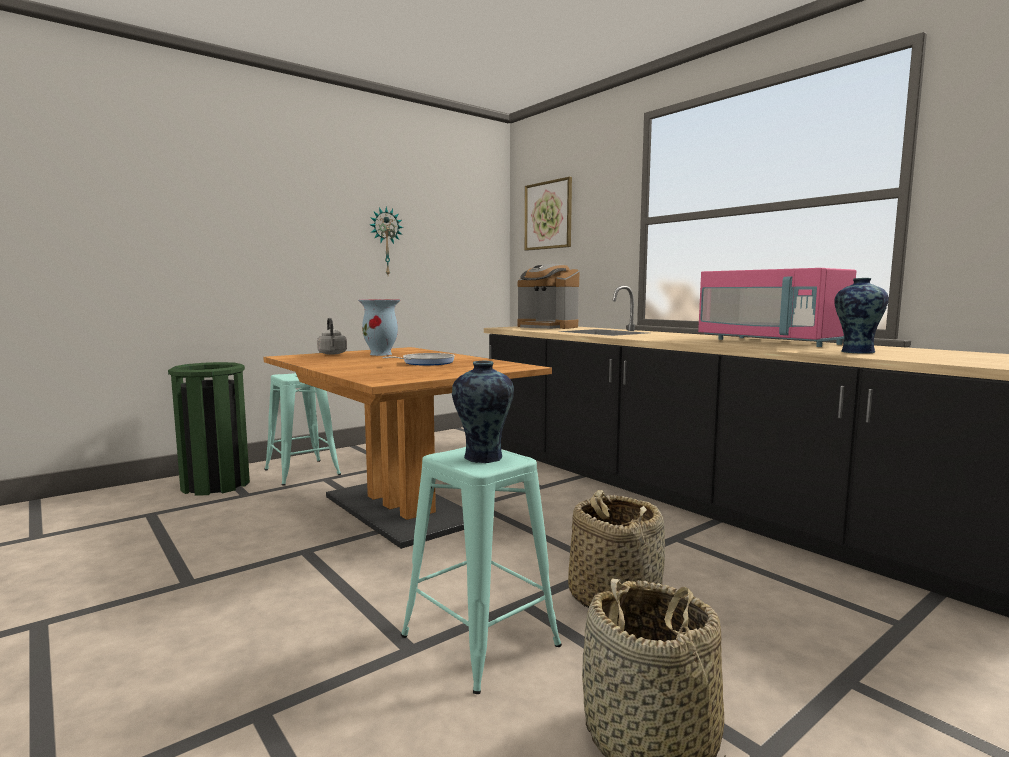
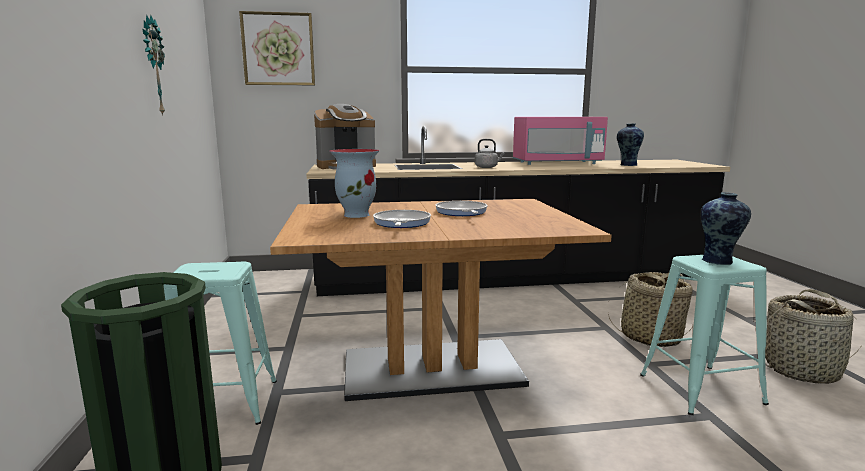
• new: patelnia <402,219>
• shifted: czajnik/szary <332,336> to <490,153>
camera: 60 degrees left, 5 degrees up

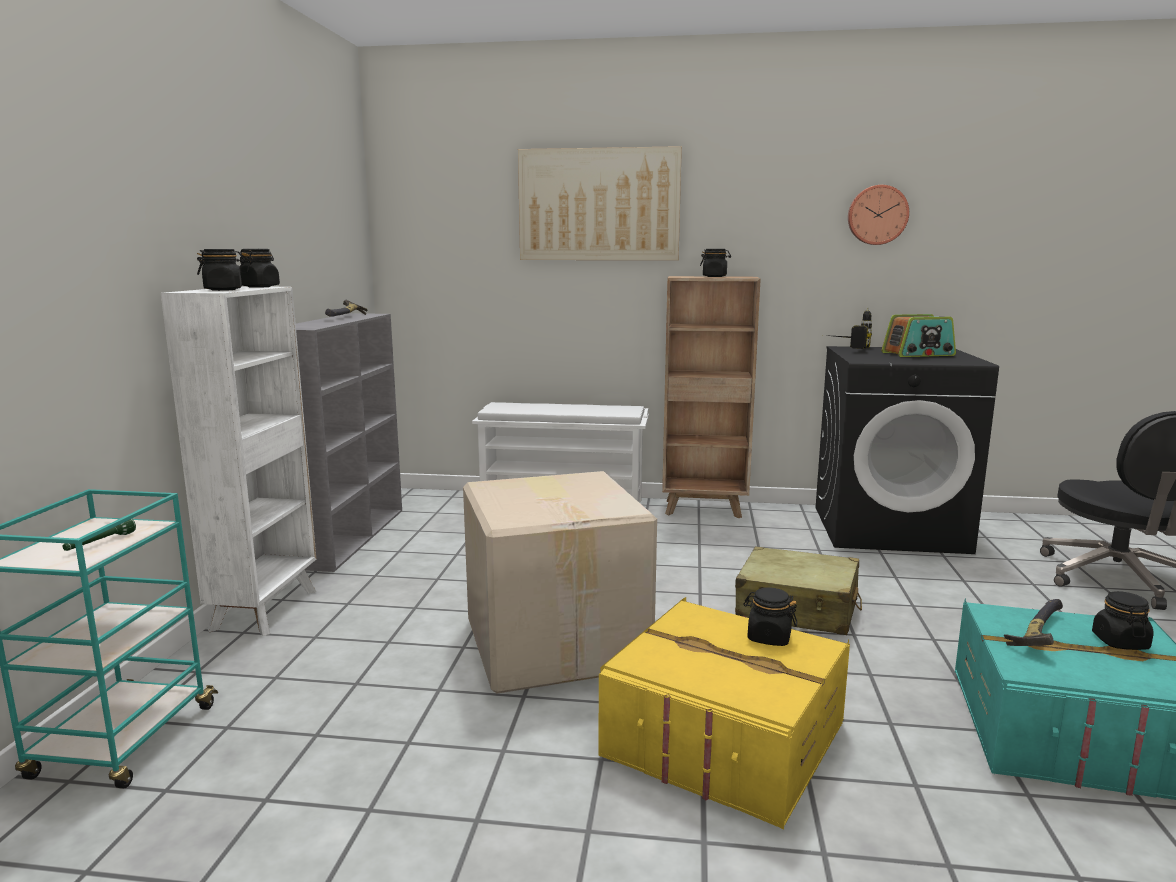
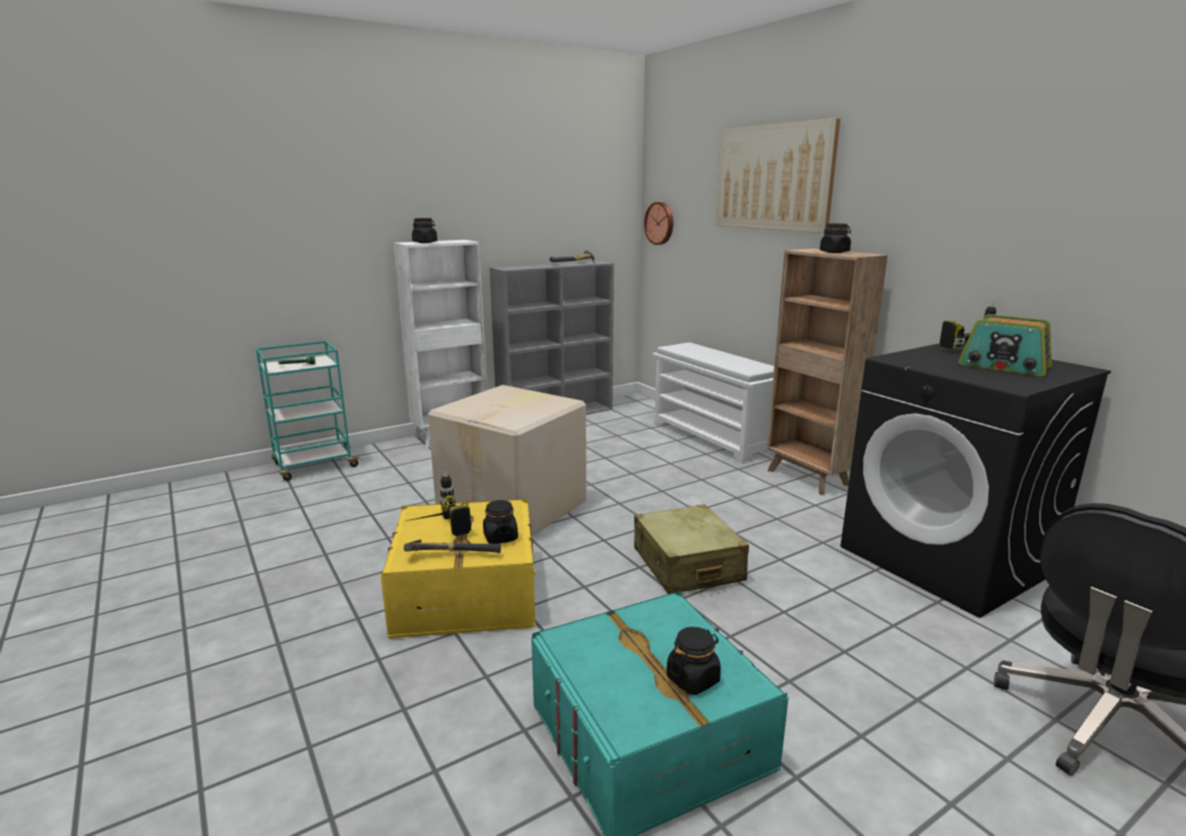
• shifted: młotek <1033,622> to <452,546>
• new: wiertarka <439,503>
• shifted: zegar ścienny <878,215> to <658,223>
• gone: słoik/czarny <259,268>
camera: 50 degrees right, 5 degrees up

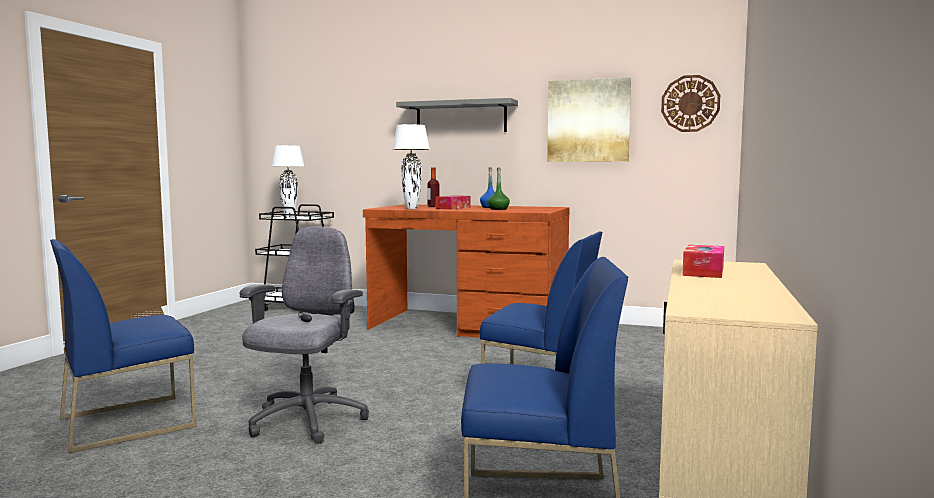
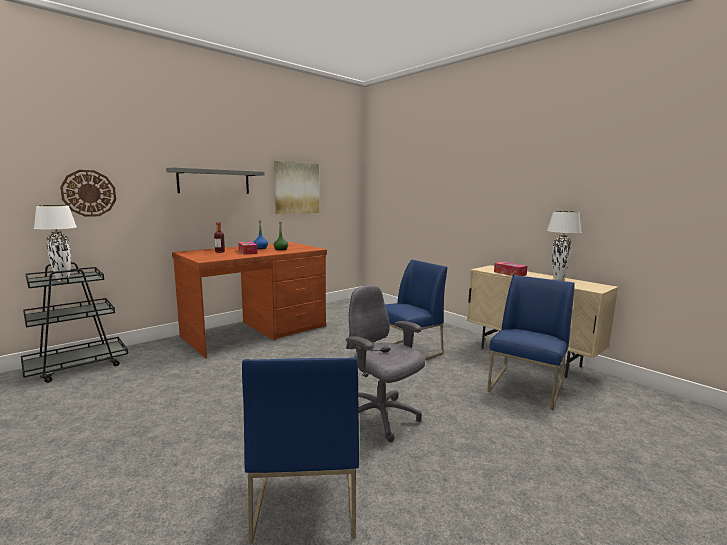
• shifted: zegar ścienny <690,103> to <88,193>
• shifted: lampa stołowa/biały <411,166> to <564,245>
camera: 60 degrees left, 5 degrees up

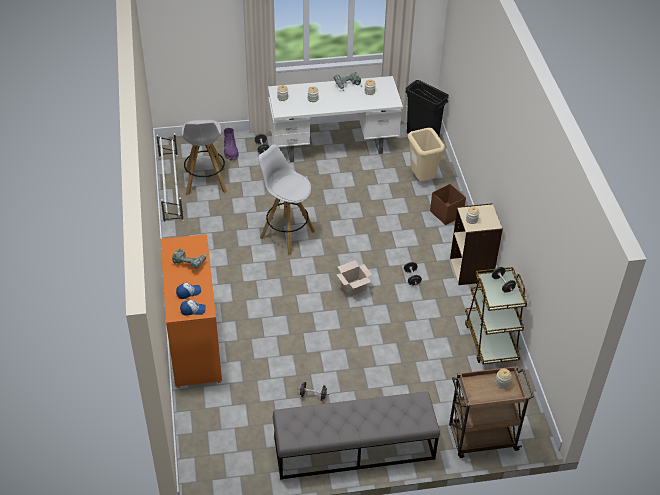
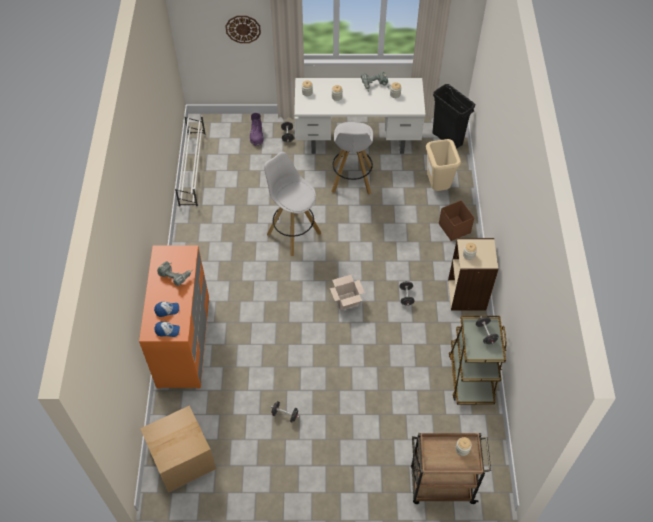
• new: karton <178,449>
• new: zegar ścienny <243,29>
• shifted: stołek/biały <204,157> to <352,158>
• gone: ławka/szary <356,435>
camera: 10 degrees right, 10 degrees up

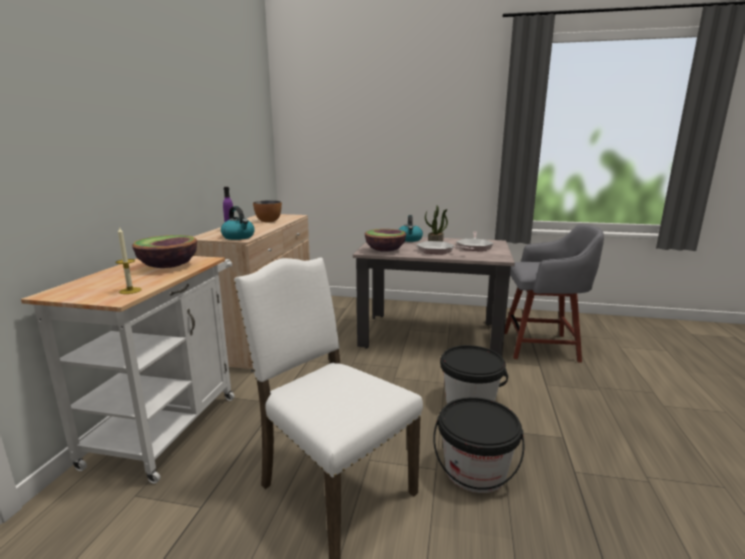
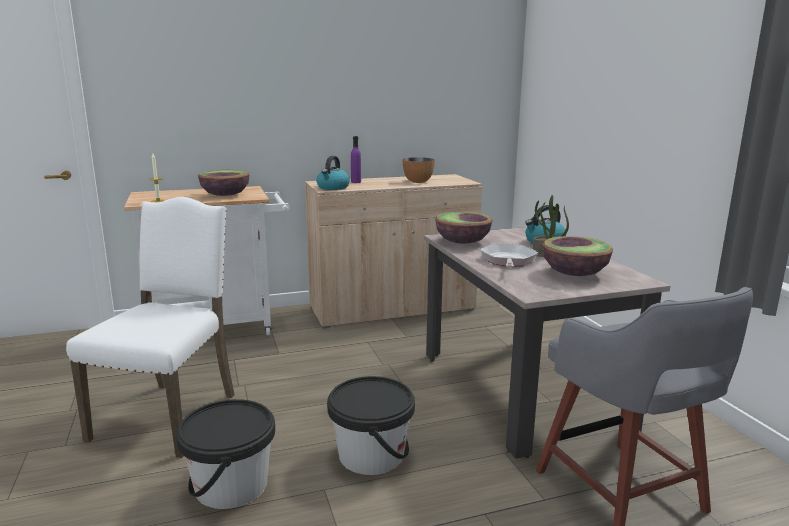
• swapped: patelnia <475,241> to miska <577,256>
camera: 60 degrees right, 0 degrees up

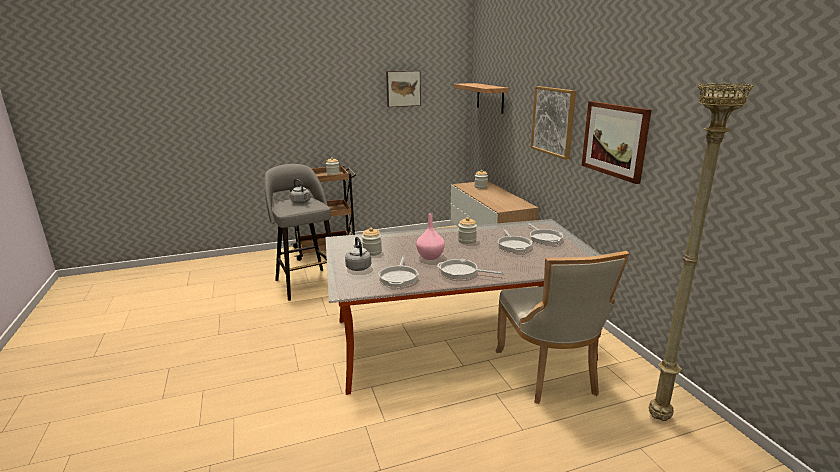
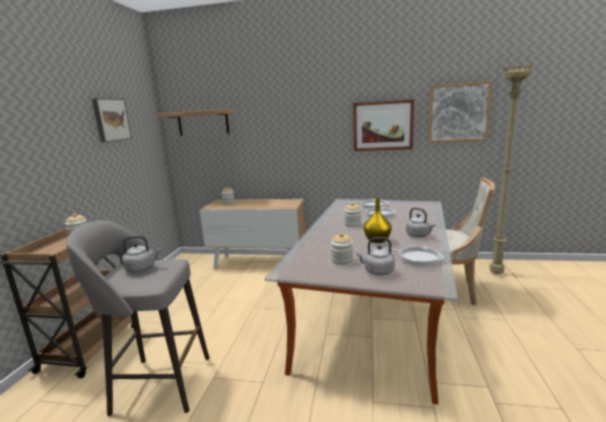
• repainted: wazon/różowy <430,236> to wazon/żółty <378,220>
• swapped: patelnia <471,269> to czajnik/szary <420,223>
• shifted: obraz <553,123> to <460,111>
camera: 60 degrees left, 5 degrees down

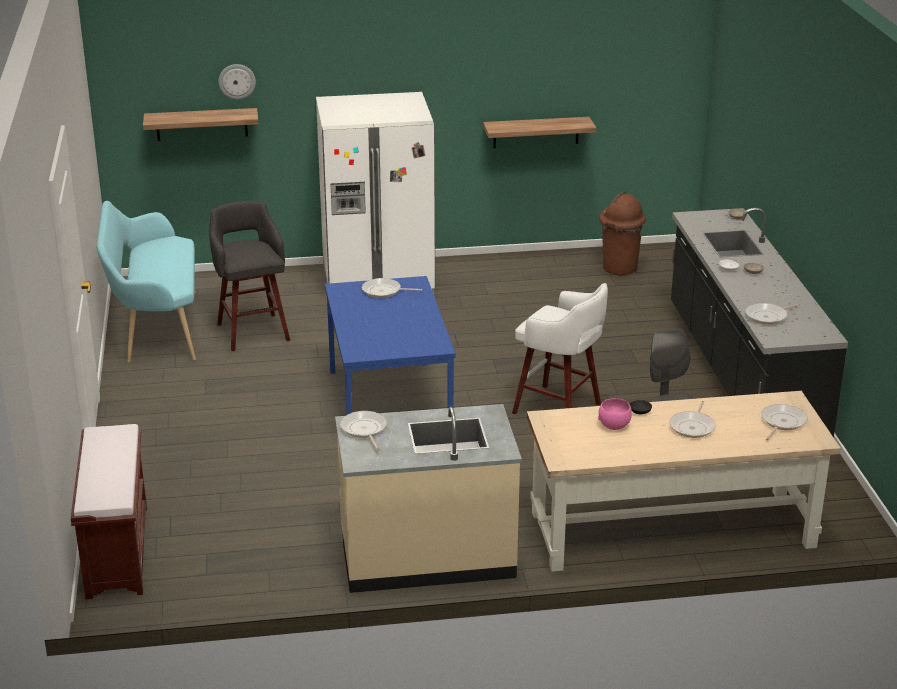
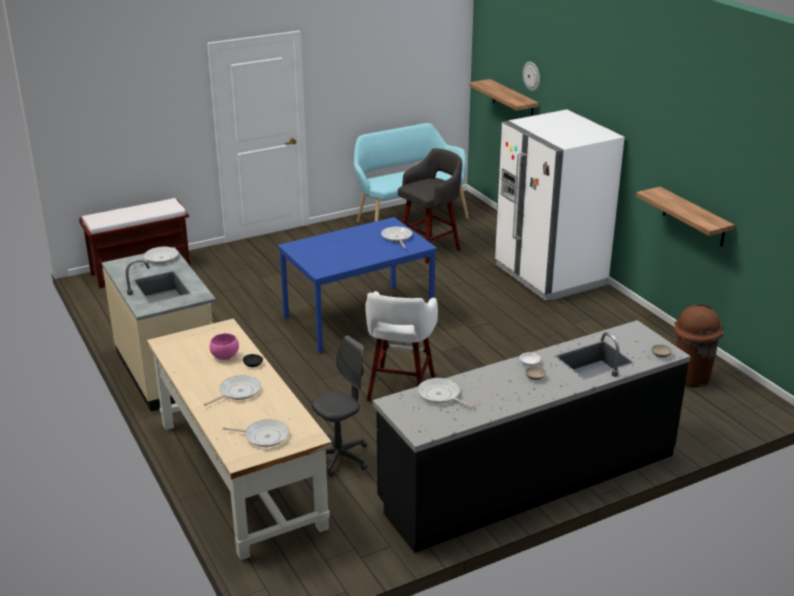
• rotated: patelnia <692,419> = <232,390> 135 degrees clockwise
camera: 70 degrees right, 0 degrees up

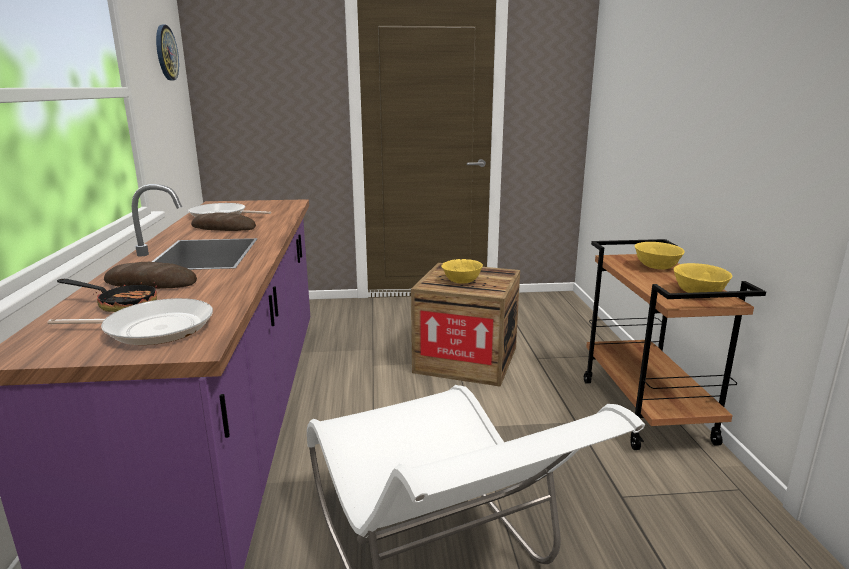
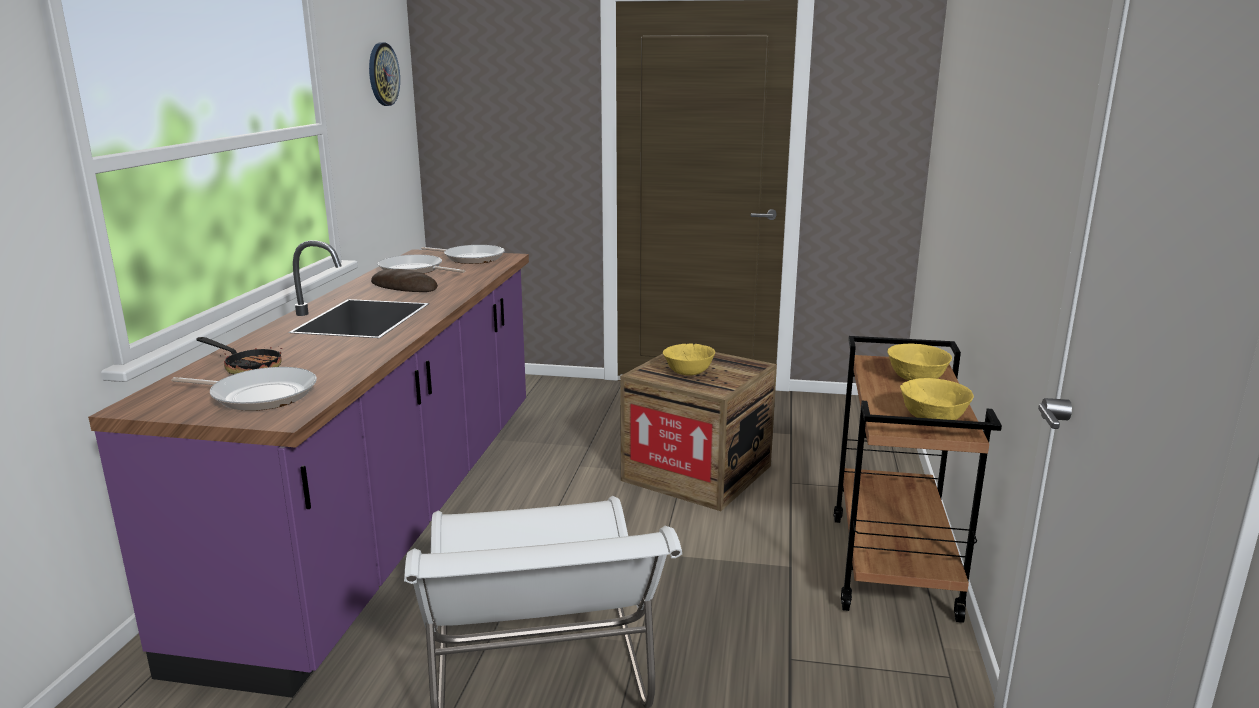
• new: patelnia <463,254>
• gone: chleb <150,275>
camera: 15 degrees right, 0 degrees up

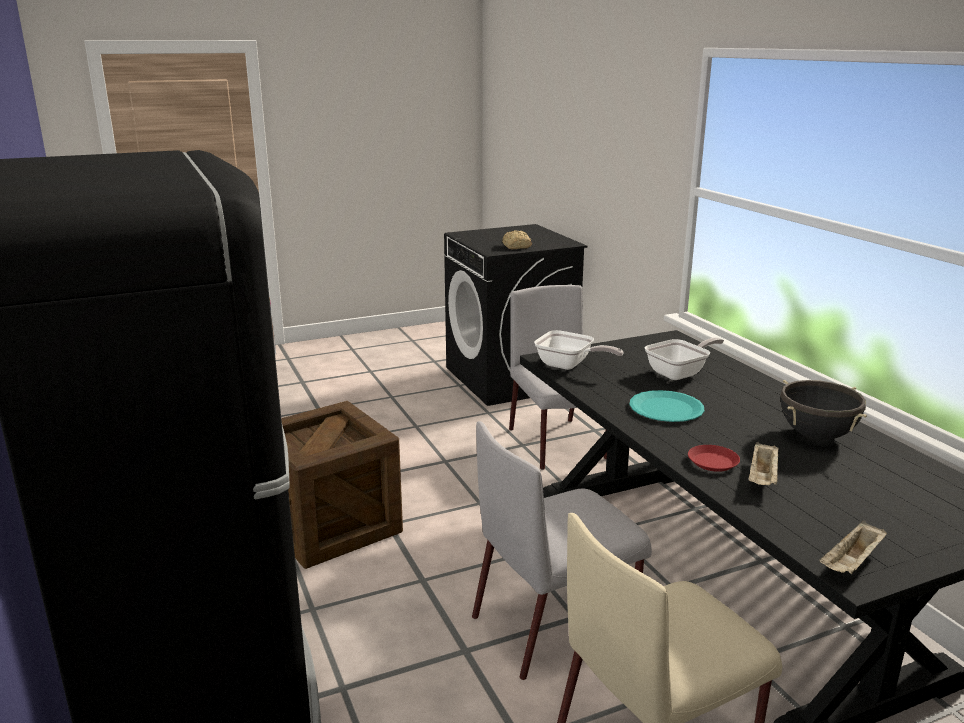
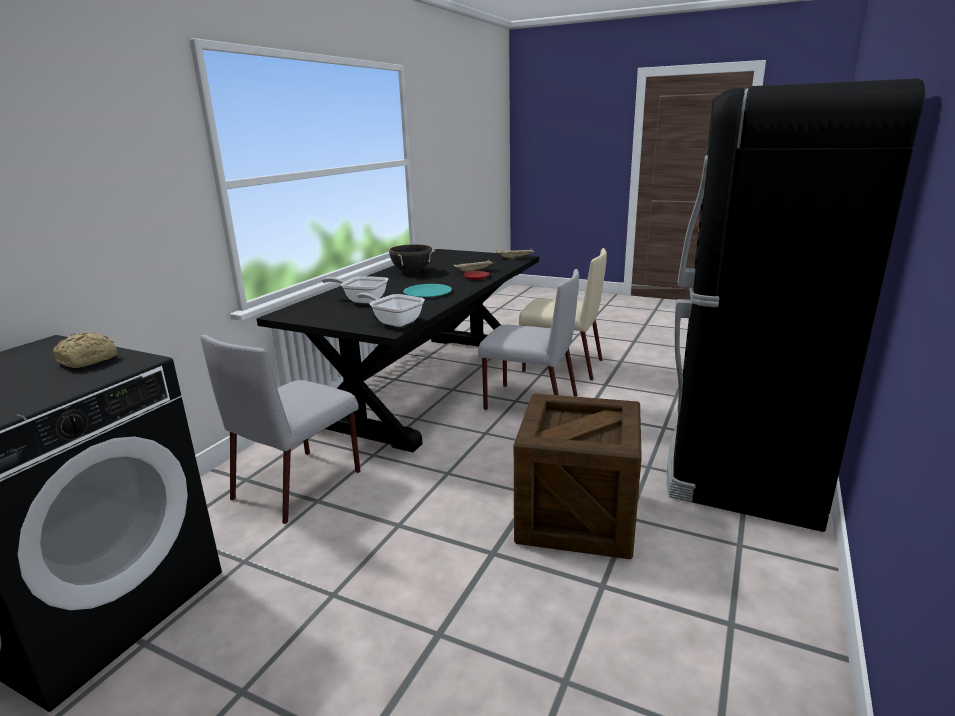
• rotated: patelnia <578,350> = <391,310> 45 degrees counterclockwise
camera: 130 degrees left, 0 degrees up

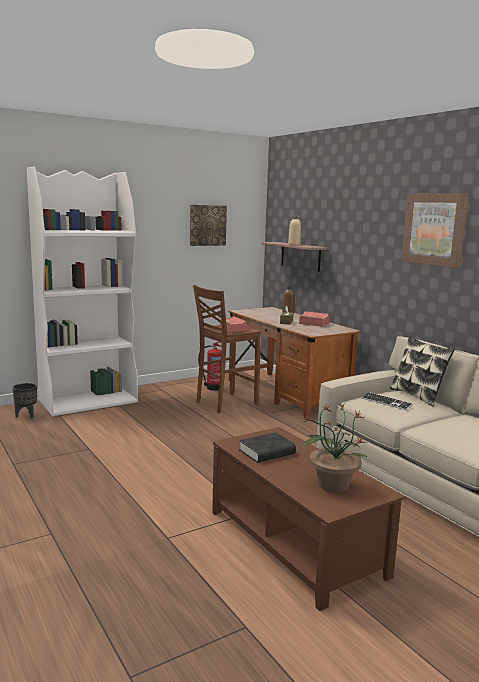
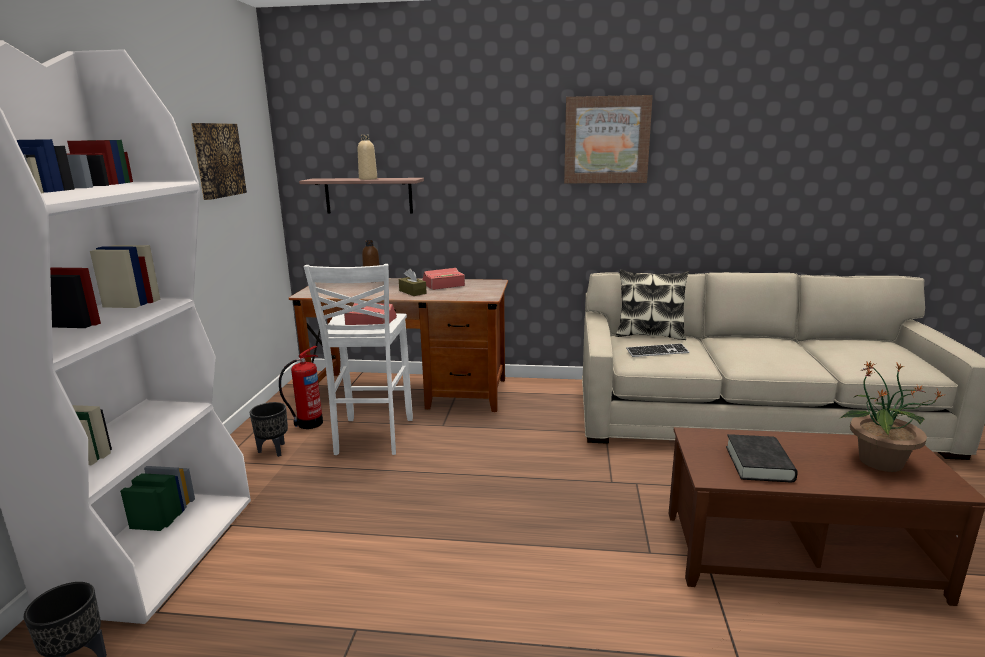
• new: donica/czarny <269,429>
• repainted: stołek/brązowy <227,349> to stołek/biały <358,359>
camera: 50 degrees left, 5 degrees up

